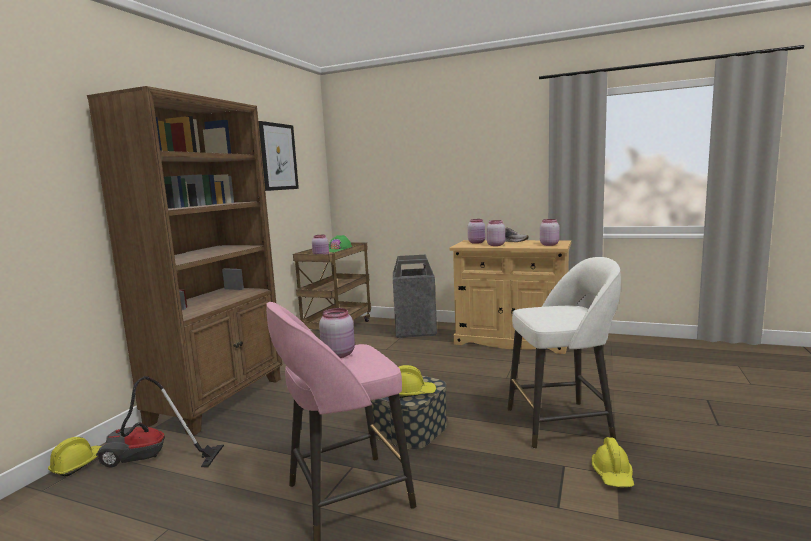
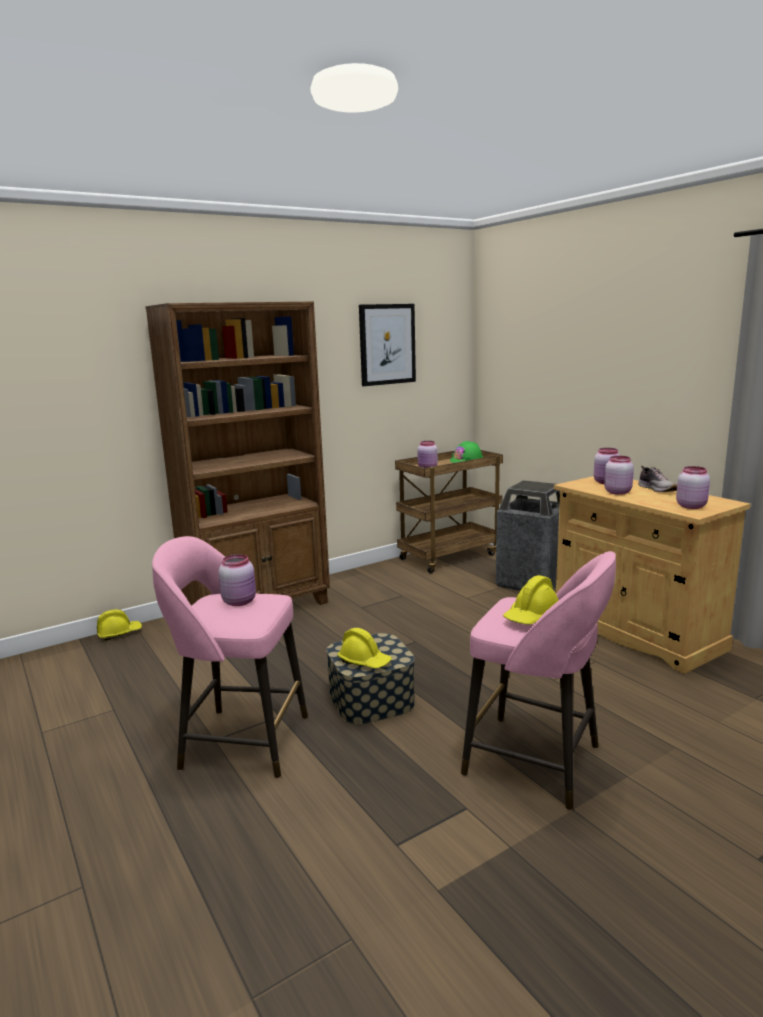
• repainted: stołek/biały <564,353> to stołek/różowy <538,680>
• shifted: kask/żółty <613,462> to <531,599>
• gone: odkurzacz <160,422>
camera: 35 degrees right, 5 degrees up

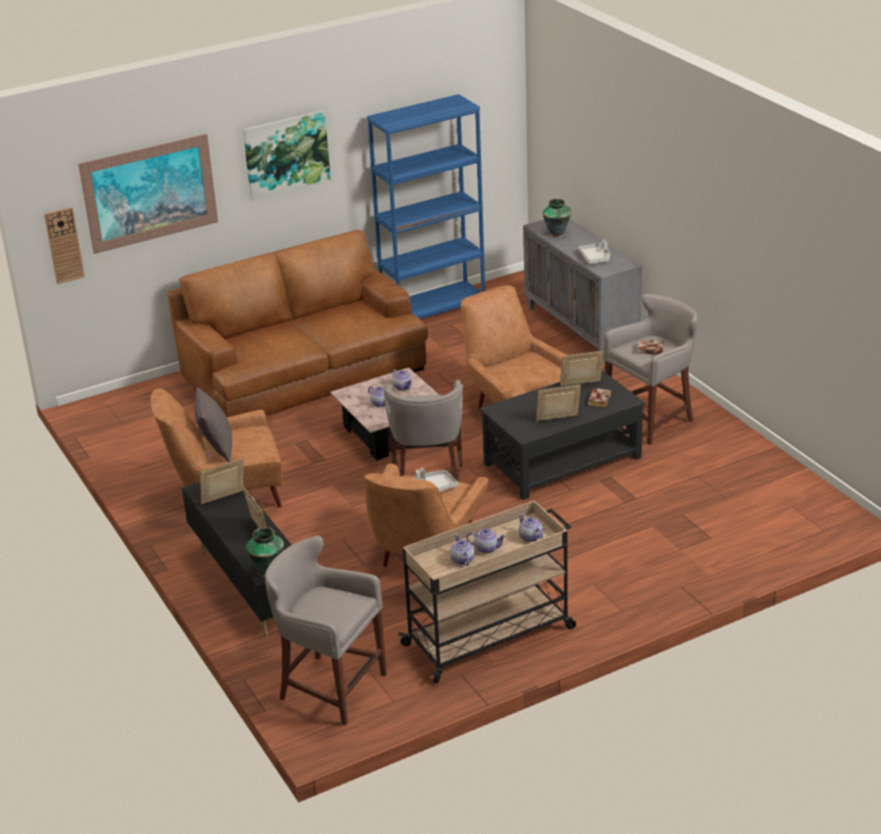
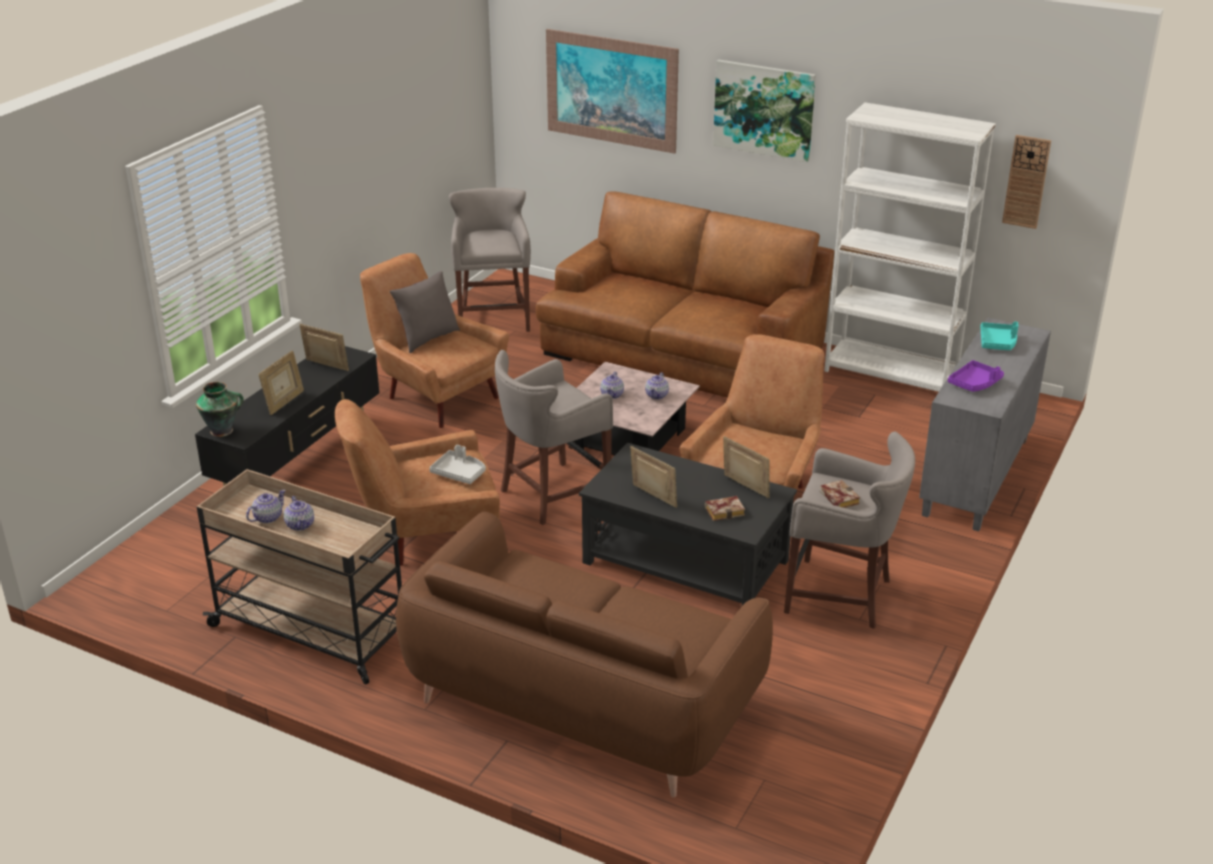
• new: kanapa/brązowy <584,655>
• shifted: stołek/szary <326,630> to <490,260>
• repainted: regał/niebieski <426,206> to regał/biały <910,247>
• repainted: taca/szary <594,252> to taca/fioletowy <976,376>
• swapped: wazon <557,218> to taca/turkusowy <999,336>
• shifted: zegar ścienny <64,245> to <1026,182>
• gone: imbryk <531,528>
camera: 55 degrees right, 0 degrees up

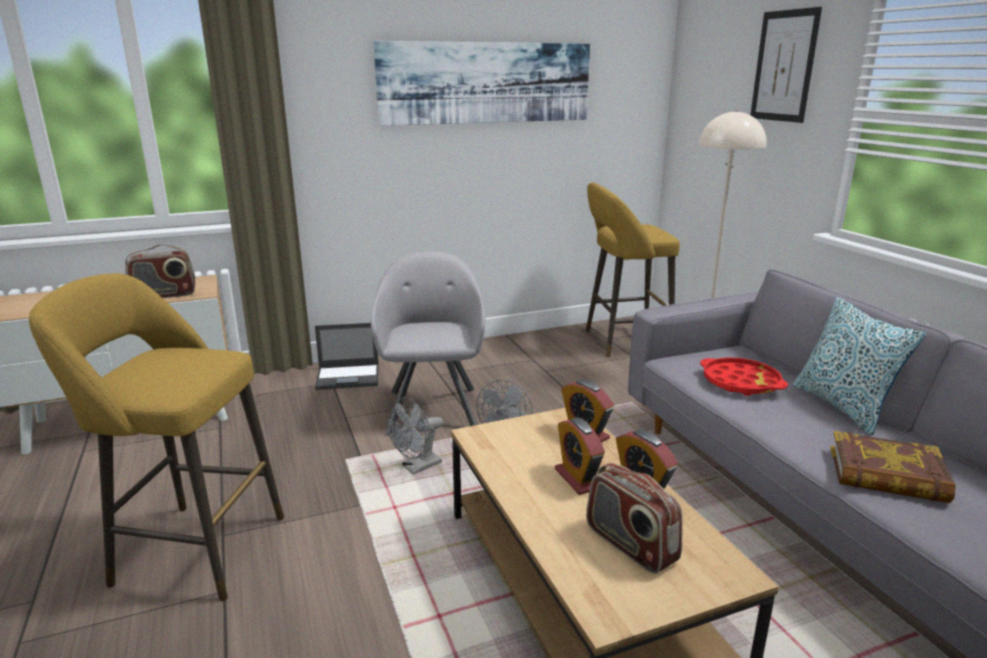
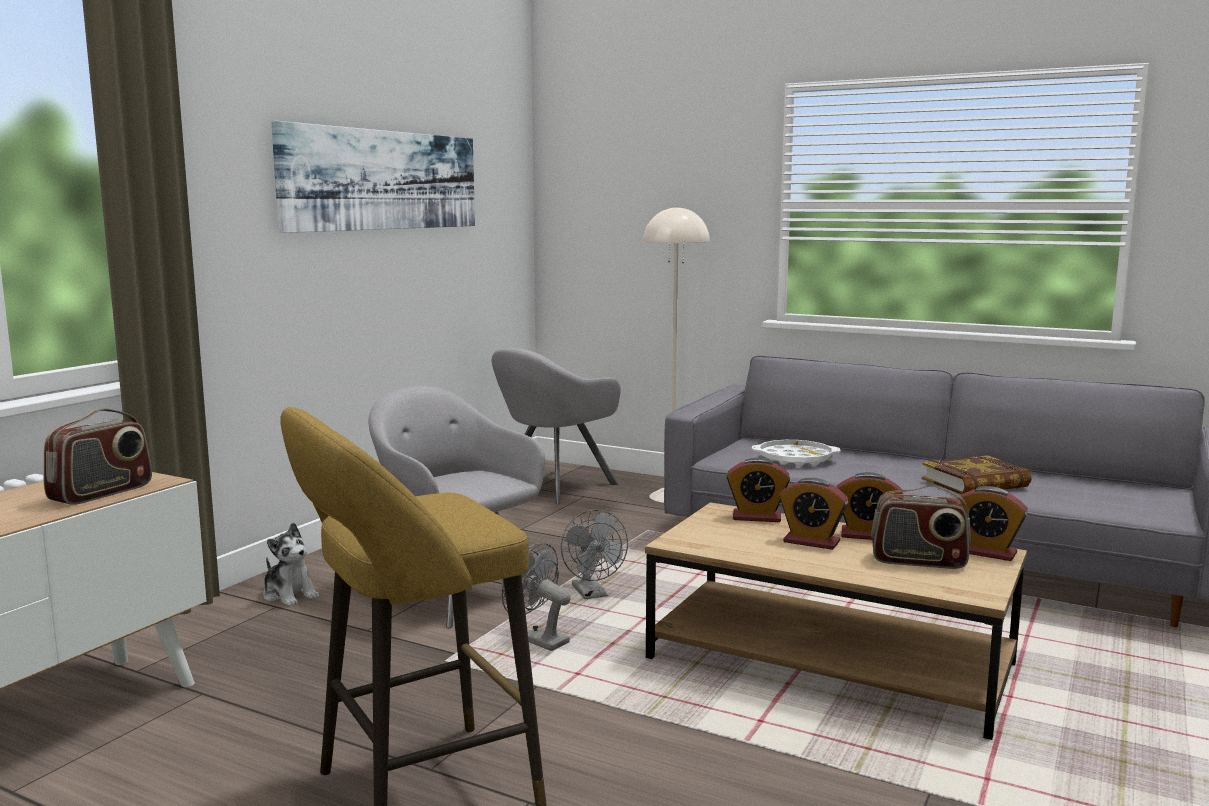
• swapped: laptop <347,356> to pluszak <291,564>
• swapped: stołek/żółty <633,269> to fotel/szary <556,426>
• rotated: wentylator/szary <415,436> = <536,597> 120 degrees clockwise
• repainted: taca/czerwony <744,377> to taca/biały <796,453>
• new: budzik <992,523>
• gone: obraz <786,65>
• gone: poduszka <859,366>
camera: 40 degrees left, 10 degrees down

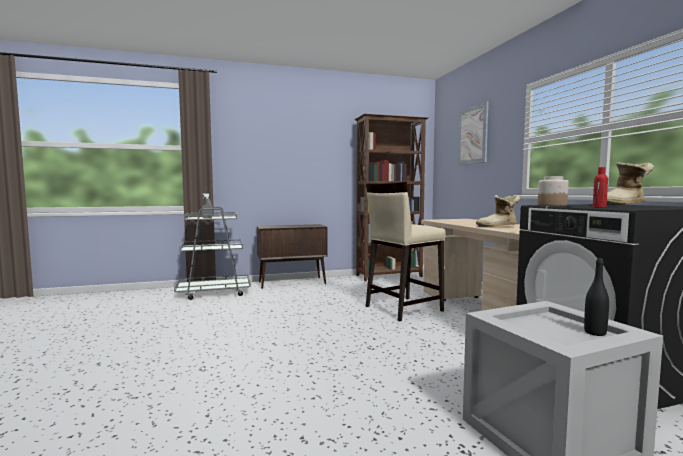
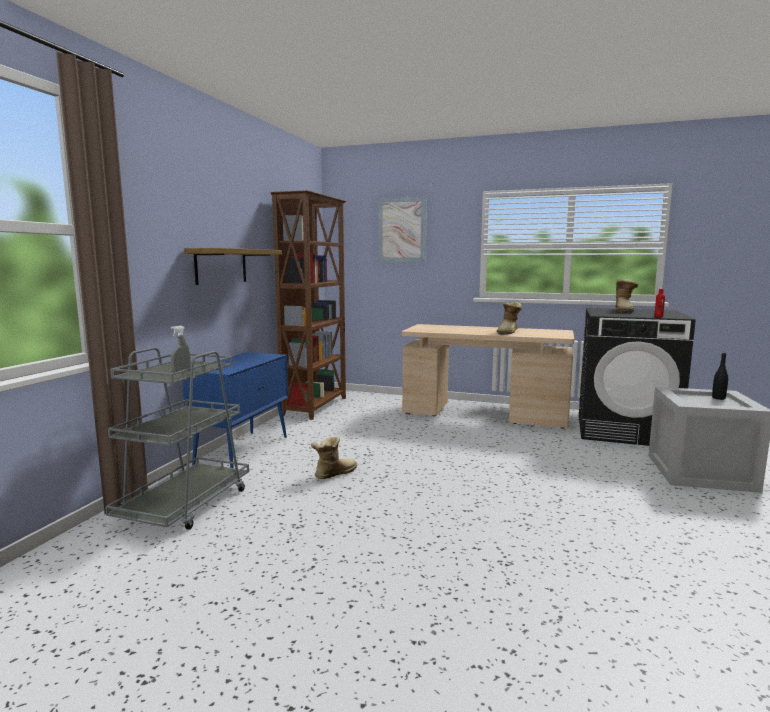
• repainted: szafka/brązowy <292,256> to szafka/niebieski <235,410>
• new: półka <233,266>
• new: but z cholewką <334,458>
• gone: stołek/beżowy <406,251>
• gone: słoik <553,191>
camera: 55 degrees left, 5 degrees up

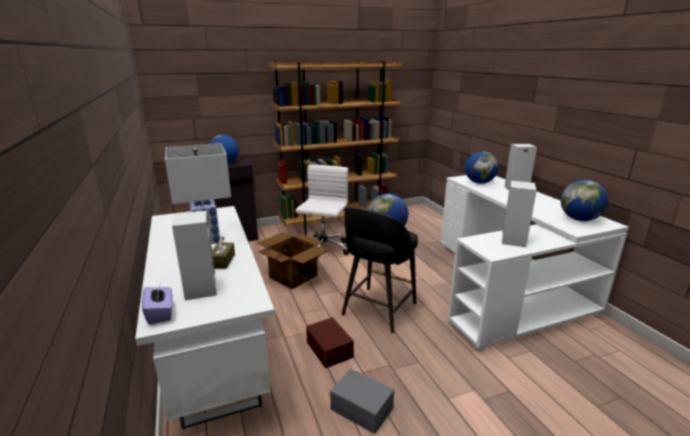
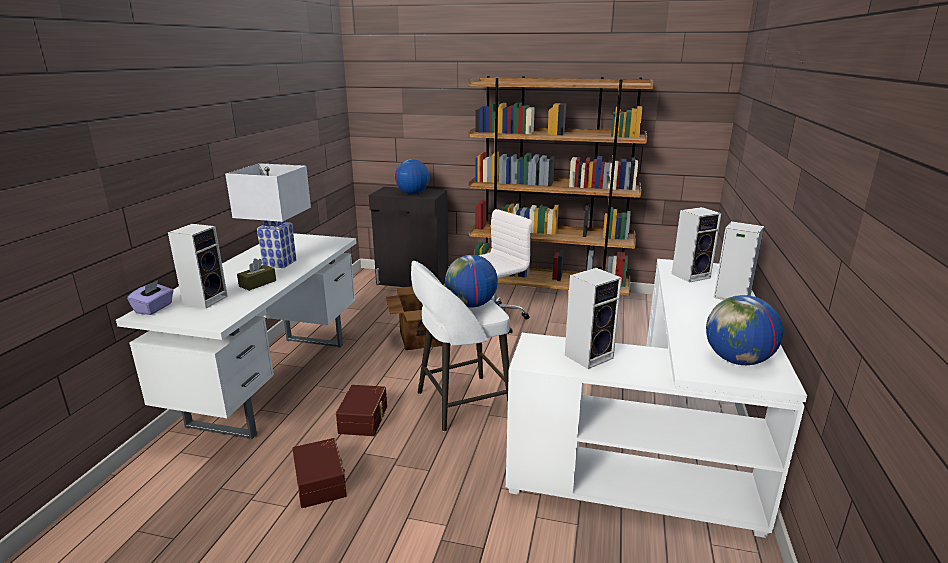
• repainted: pojemnik do przechowywania/szary <362,401> to pojemnik do przechowywania/brązowy <319,473>
• repainted: stołek/czarny <380,270> to stołek/biały <460,346>
• swapped: globus <482,167> to głośnik <696,245>
camera: 35 degrees right, 0 degrees up

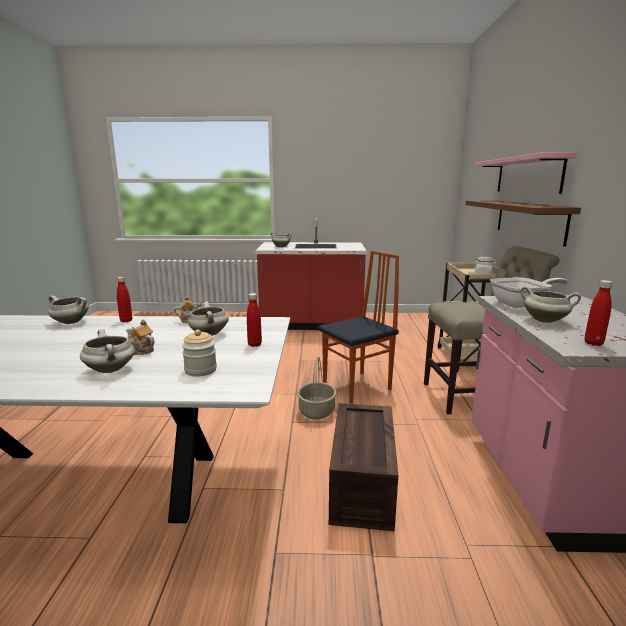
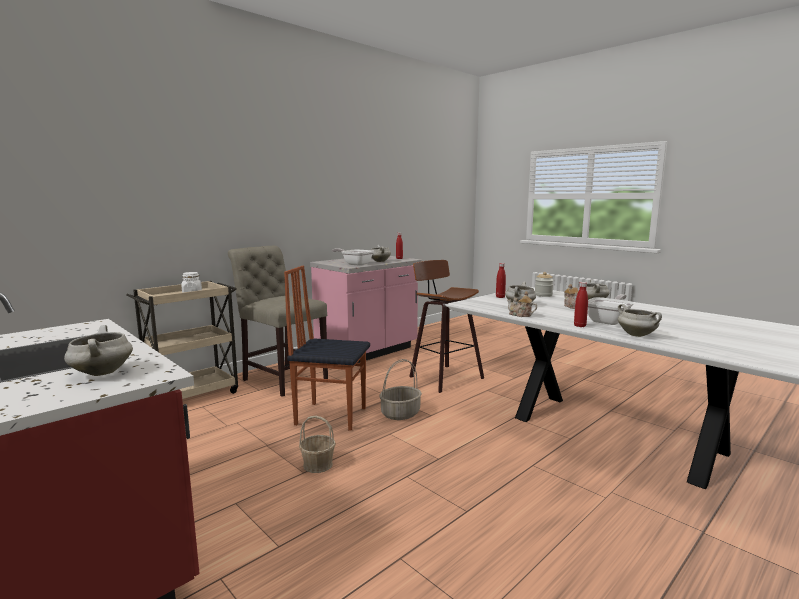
• new: koszyk <317,444>
• swapped: skrzynka <363,467> to stołek <446,326>
• new: patelnia <610,309>
• gone: półka/brązowy <523,223>
• gone: półka/różowy <525,173>
camera: 135 degrees left, 5 degrees down

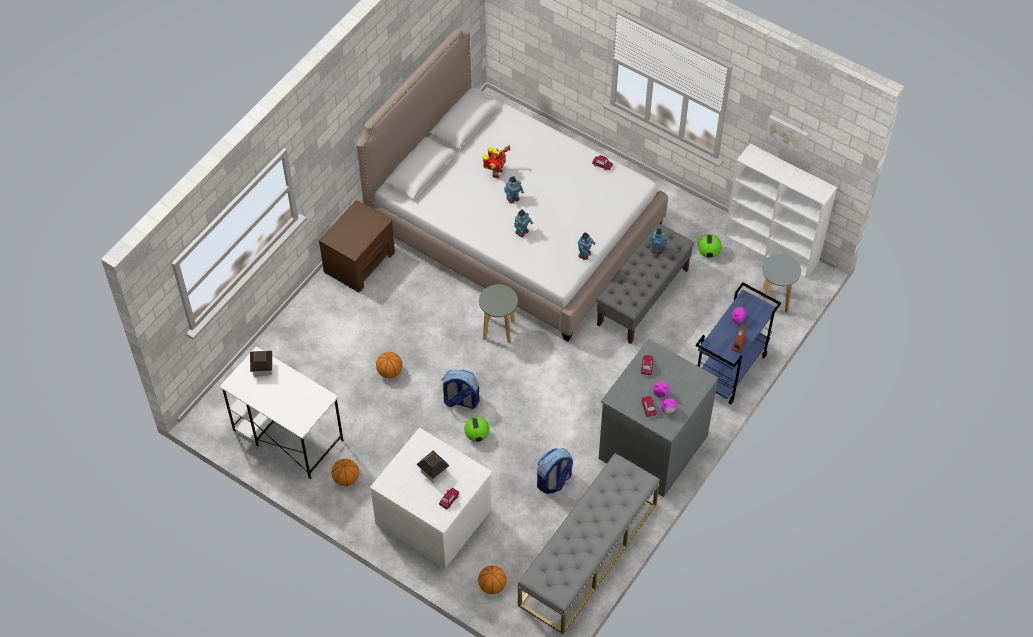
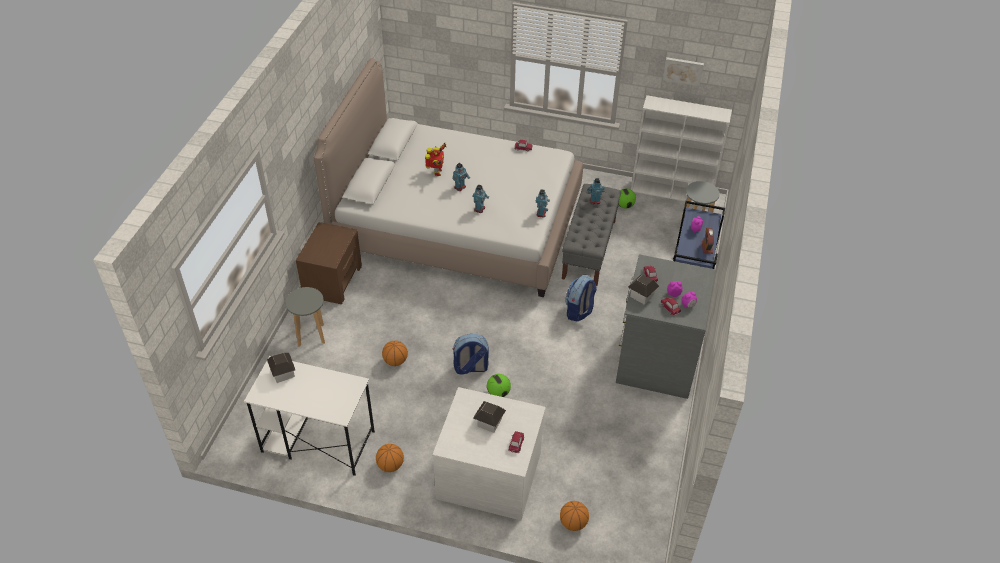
• shifted: stołek/szary <498,313> to <305,317>
• shifted: plecak <555,471> to <581,298>
• new: domek <643,290>
• gone: ławka/szary <589,543>
camera: 20 degrees left, 10 degrees down

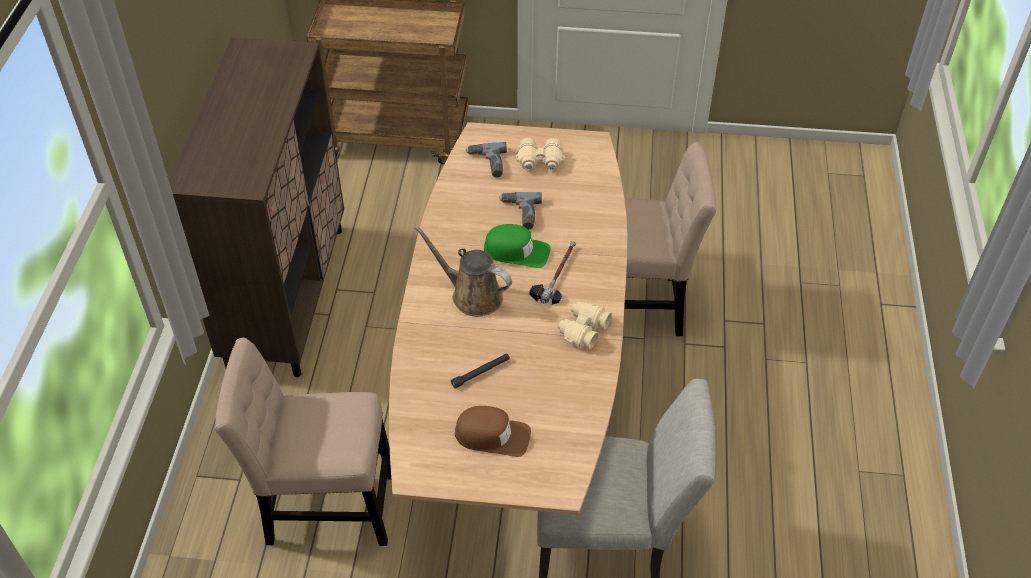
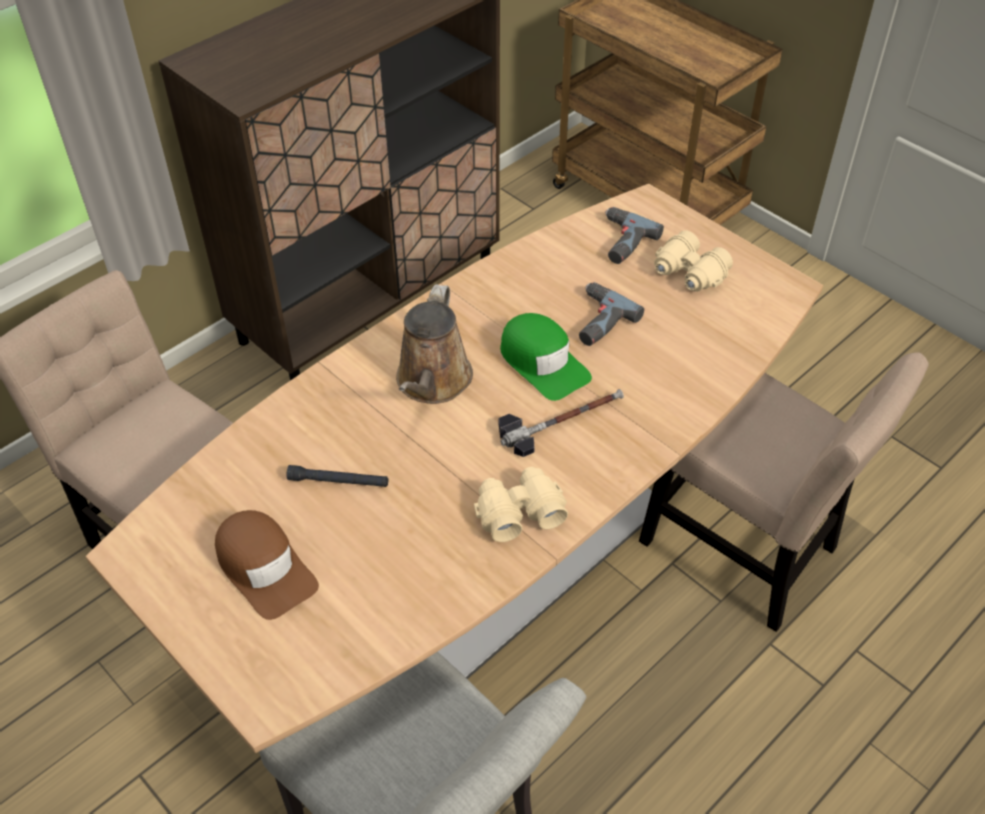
• rotated: konewka/brązowy <462,270> = <434,344> 150 degrees counterclockwise
camera: 40 degrees right, 0 degrees up

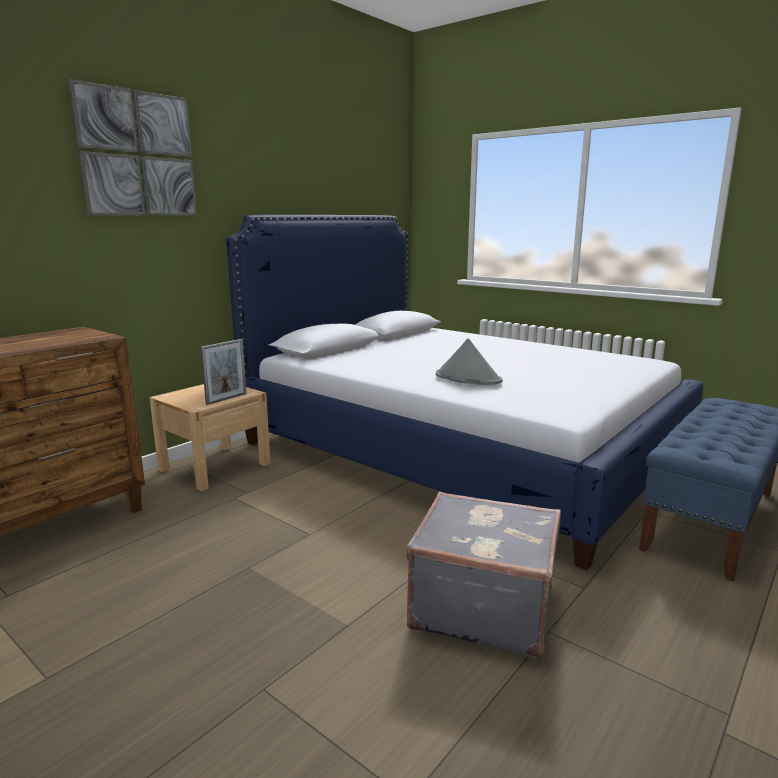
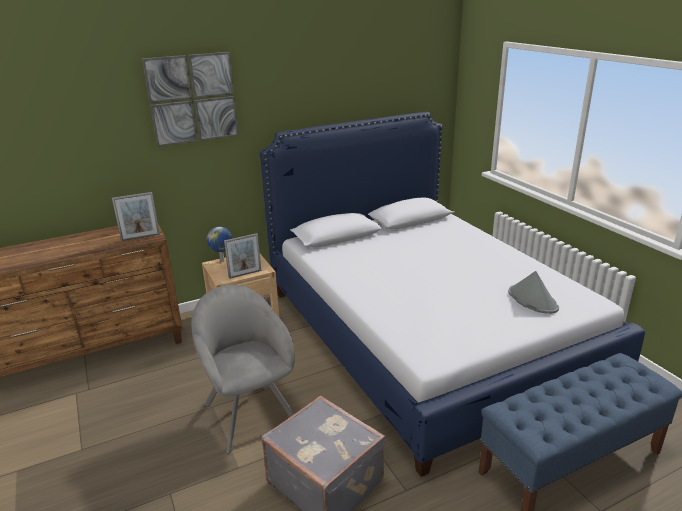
• new: ramka na zdjęcie <136,216>
• new: fotel/szary <243,369>
• new: globus <219,244>
• shifted: kapelusz/szary <469,362> to <533,292>
camera: 25 degrees right, 10 degrees up

